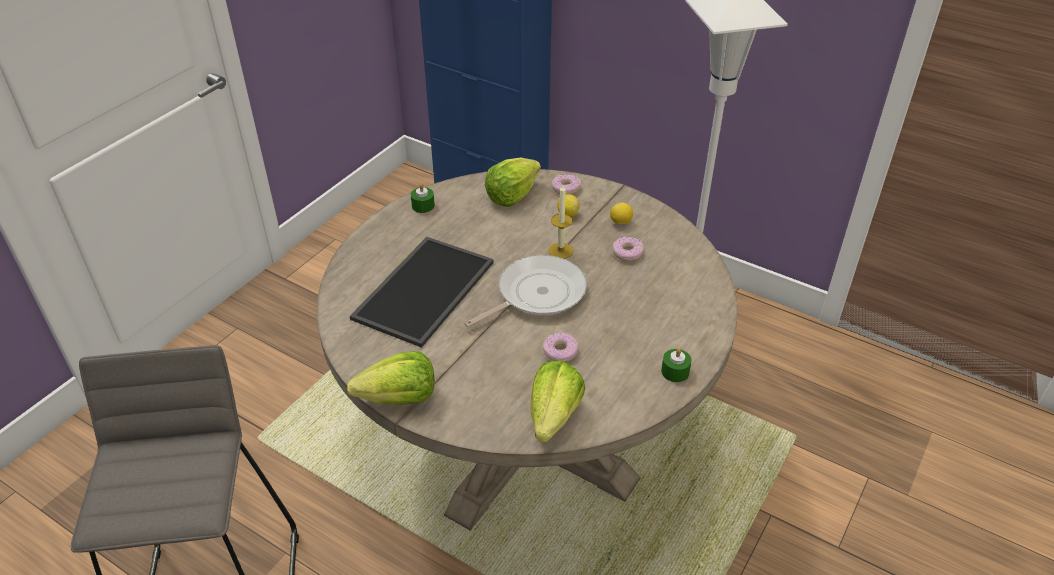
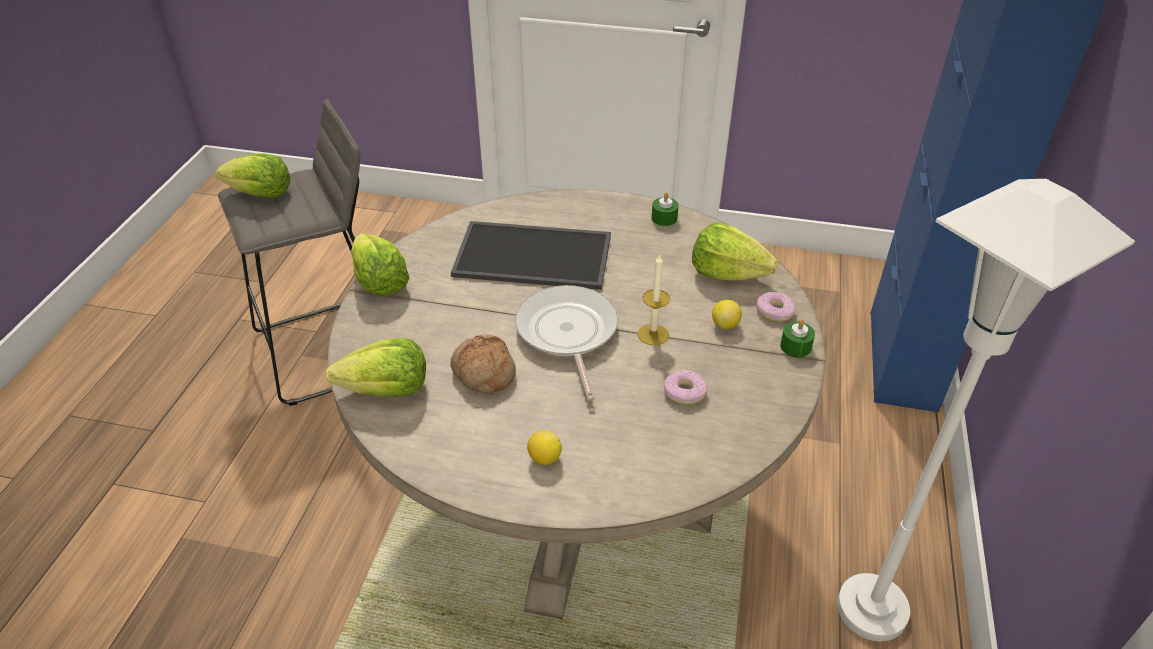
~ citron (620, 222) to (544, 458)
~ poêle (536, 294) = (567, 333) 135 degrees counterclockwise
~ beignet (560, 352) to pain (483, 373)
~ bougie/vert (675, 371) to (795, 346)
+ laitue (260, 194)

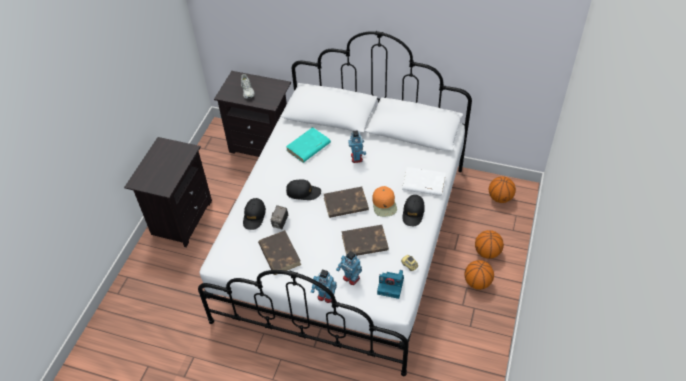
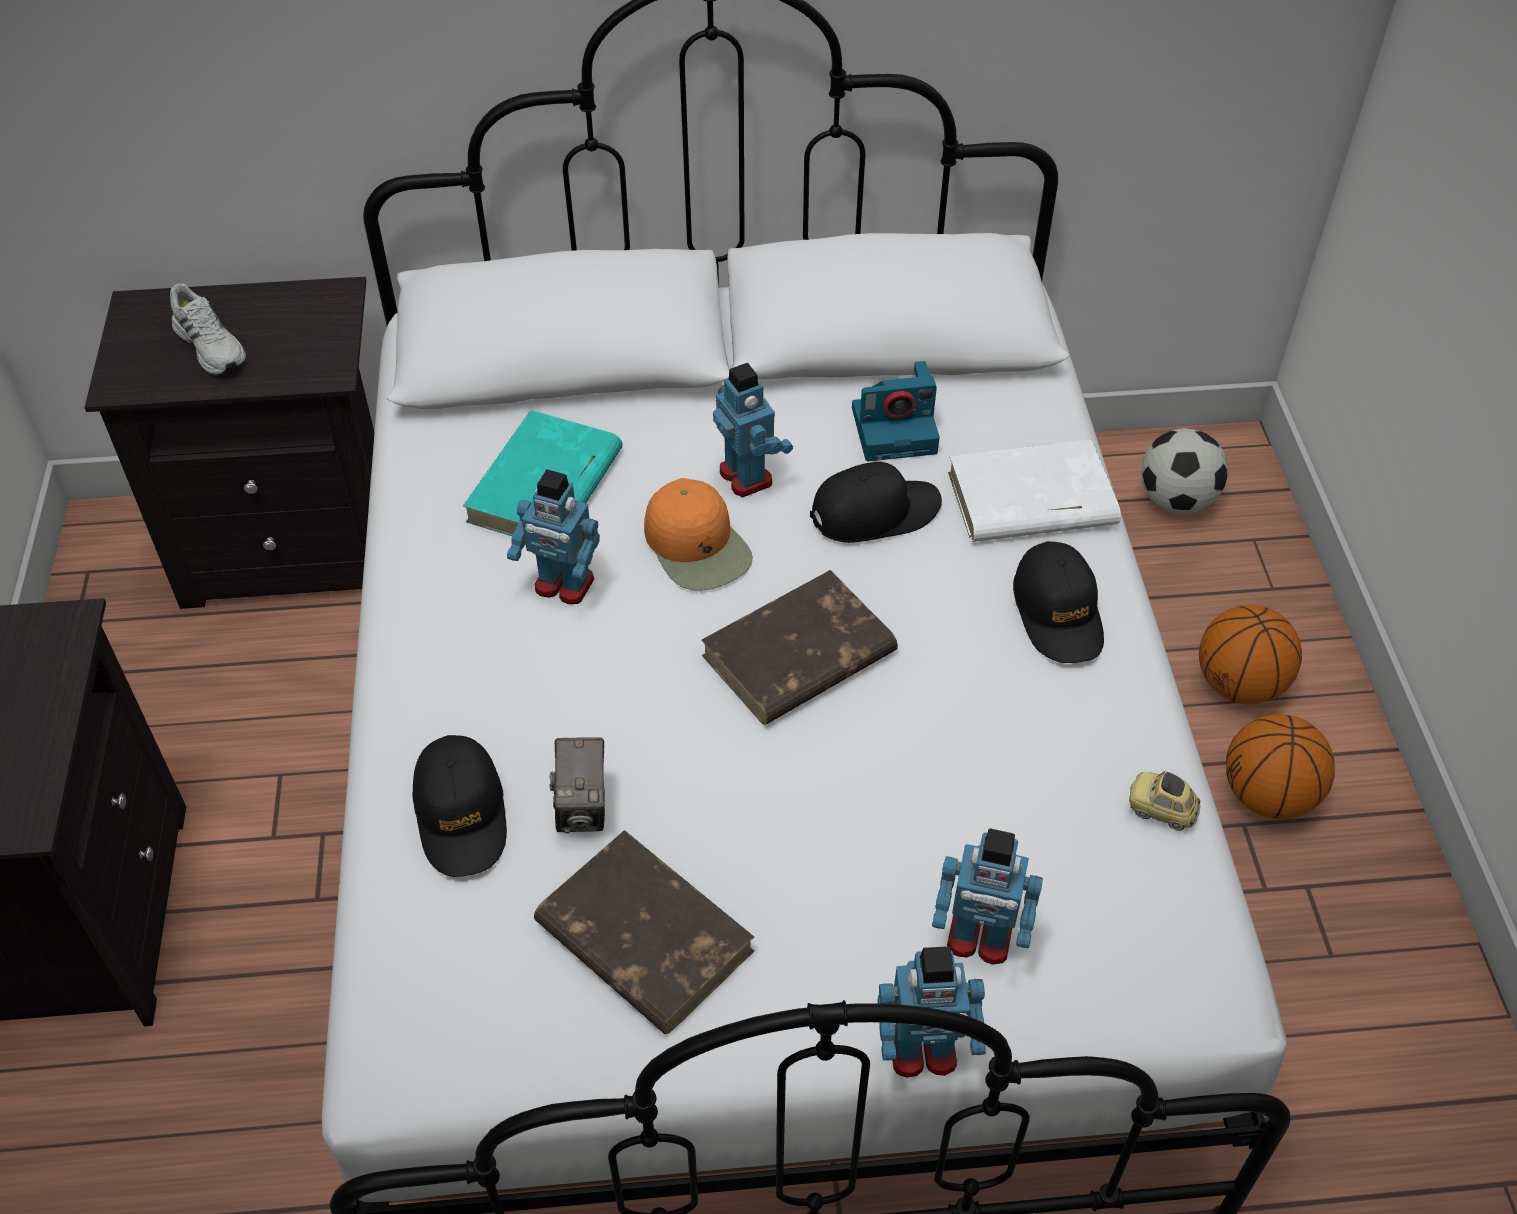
~ ballon de basket (500, 198) to ballon de foot (1176, 500)
~ casquette/noir (303, 192) to (875, 512)
~ casquette/orange (384, 204) to (698, 546)
- livre/marron (364, 243)
~ appareil photo (391, 286) to (896, 429)
+ robot jouet (563, 585)

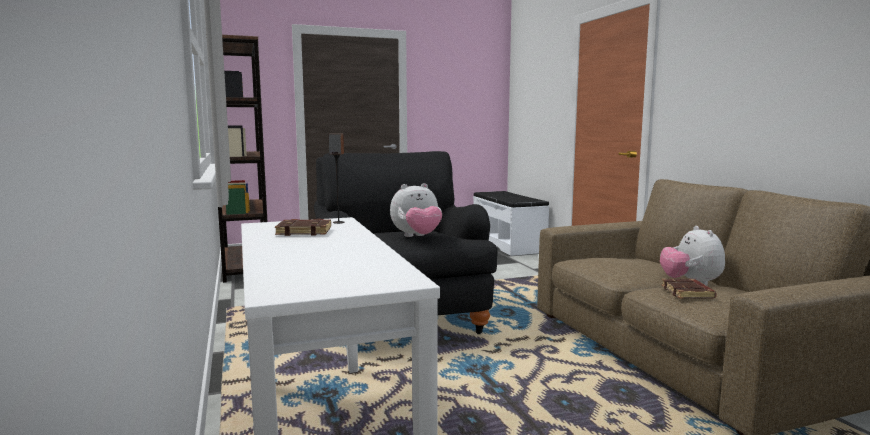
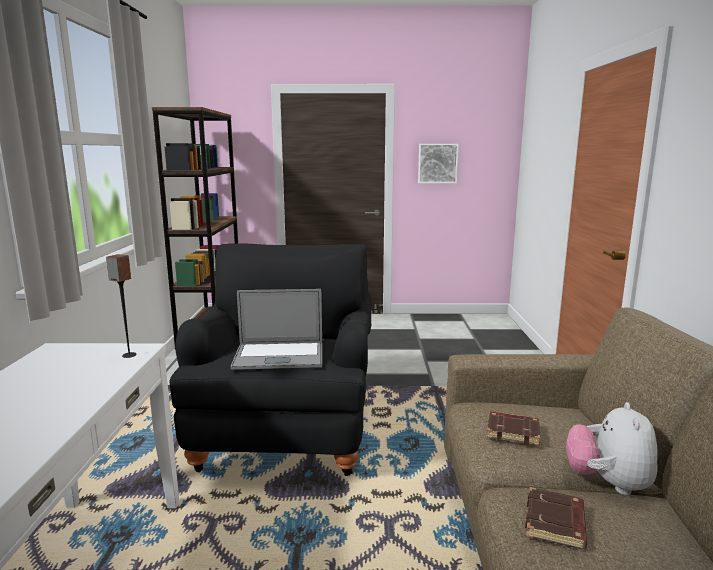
~ peluche (417, 237) to ordinateur portable (279, 356)
- banc/blanc (508, 244)
~ livre/marron (305, 232) to (513, 432)
+ tableau (437, 163)

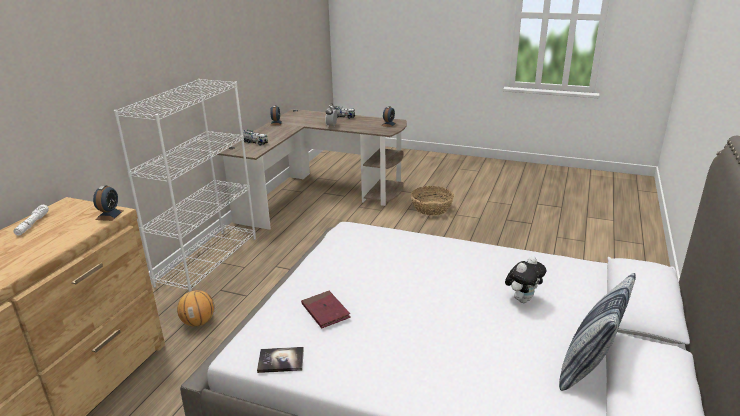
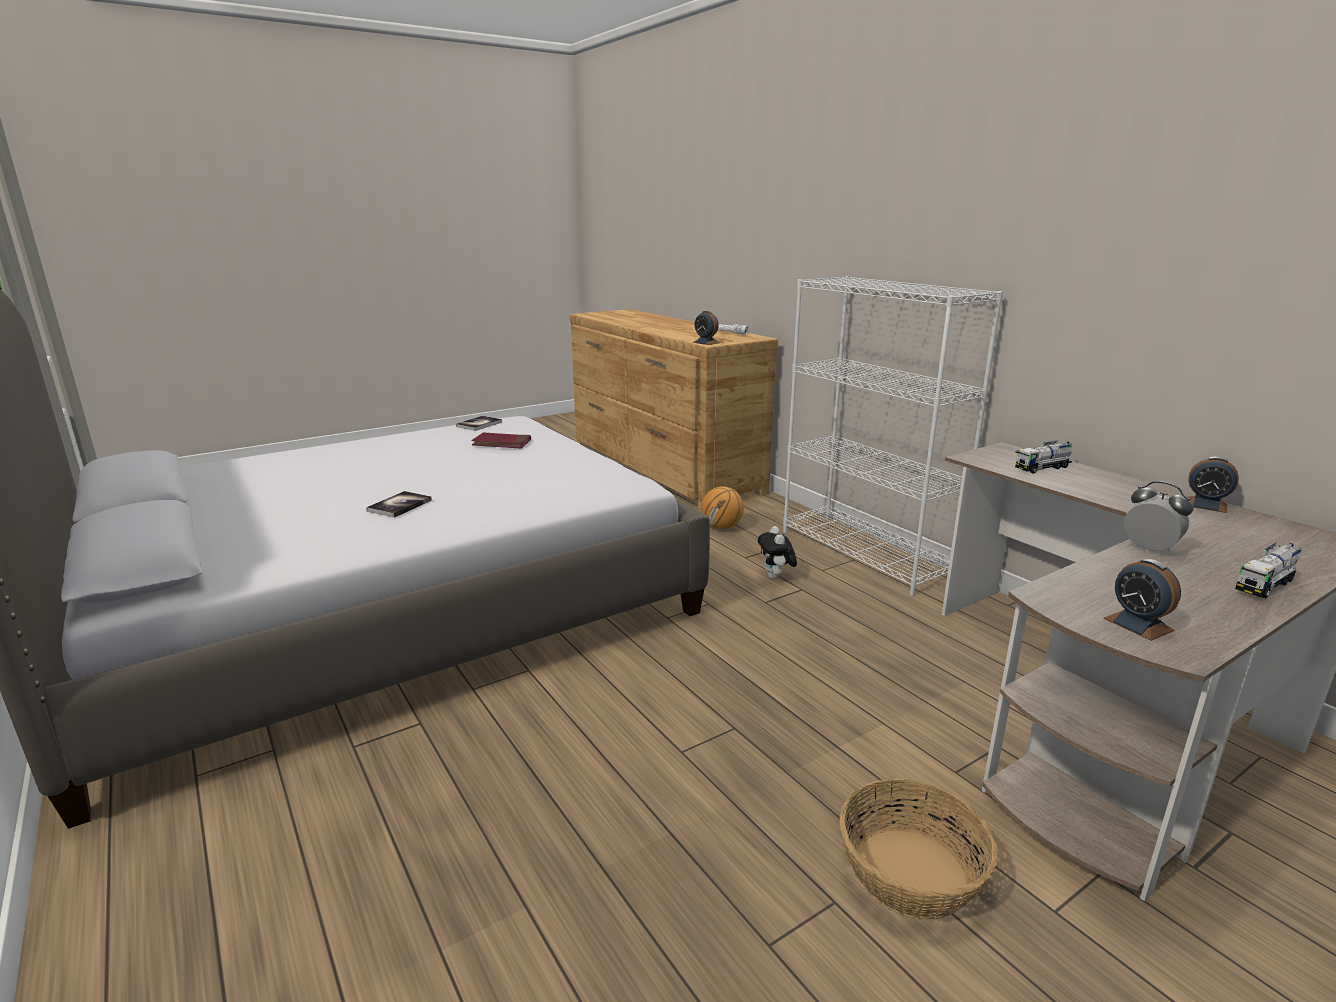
~ peluche (522, 299) to (776, 577)
- coussin (588, 367)
+ livre (399, 506)

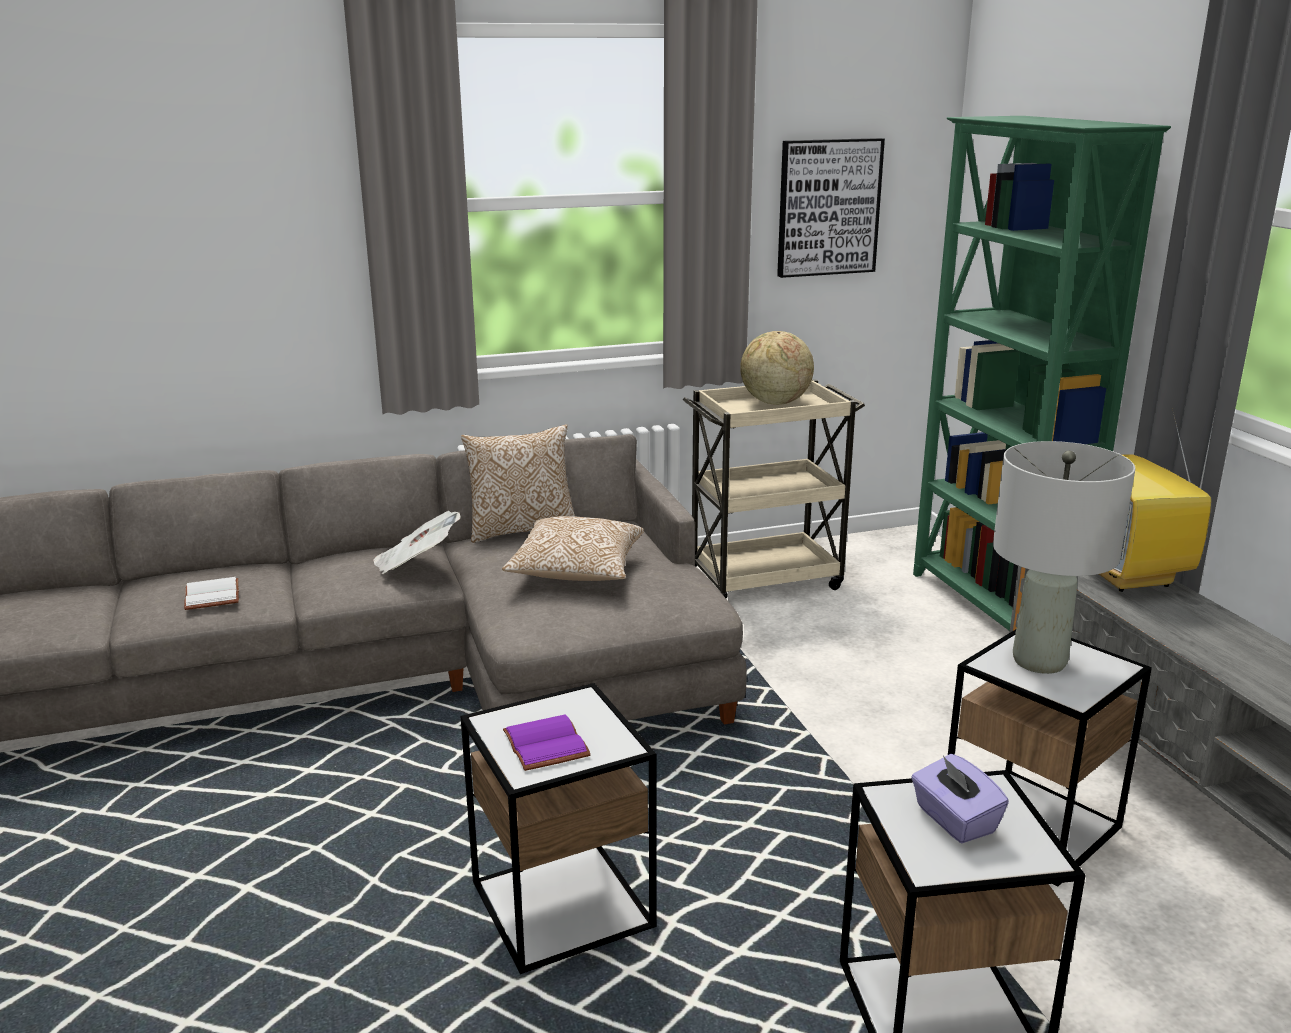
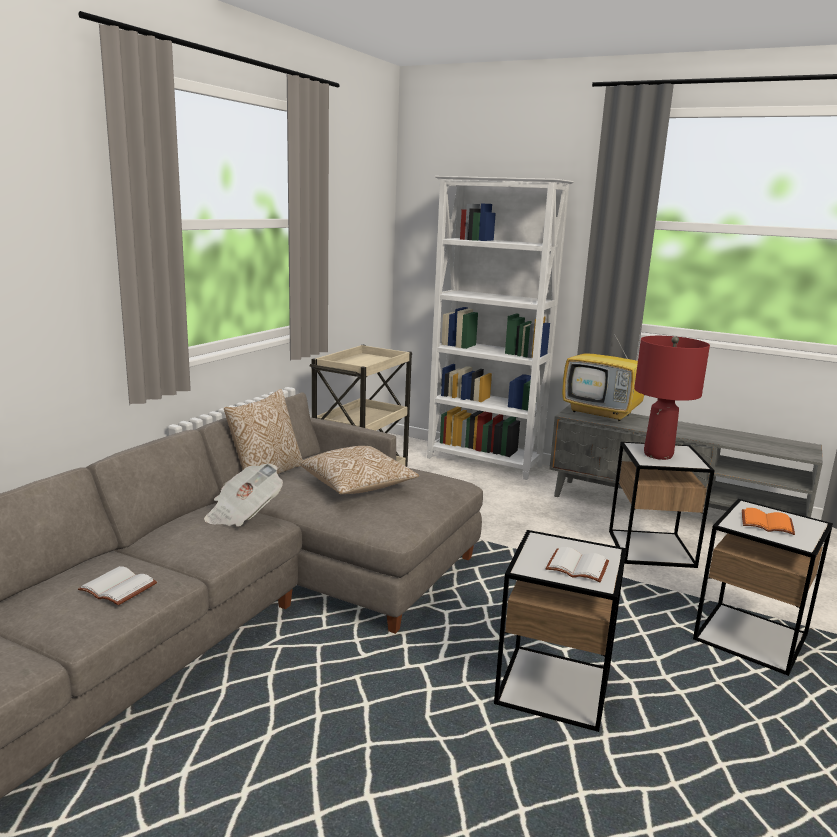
~ bibliothèque/vert (992, 606) to bibliothèque/blanc (484, 462)
- tableau (828, 207)
- globe (775, 403)
~ lampe de table/gris (1038, 661) to lampe de table/rouge (658, 455)
~ livre/violet (548, 745) to livre/blanc (578, 566)
~ boîte à mouchoirs/violet (954, 820) to livre/orange (767, 523)

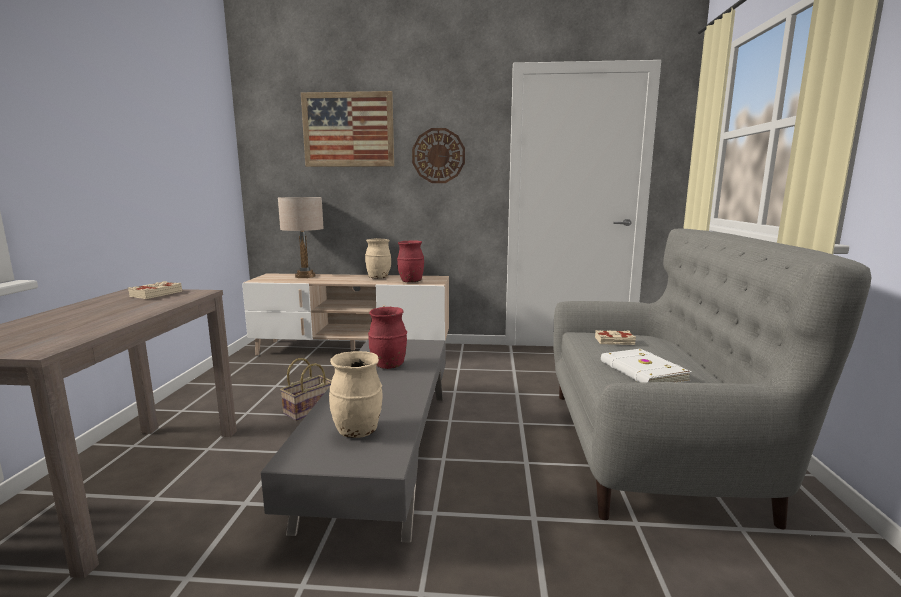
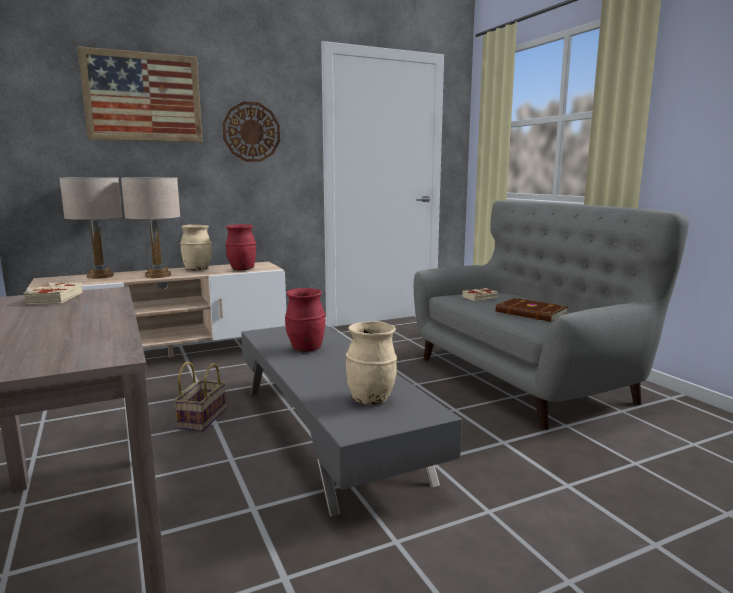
~ livre/blanc (642, 371) to livre/marron (531, 313)
+ lampe de table/beige (158, 275)

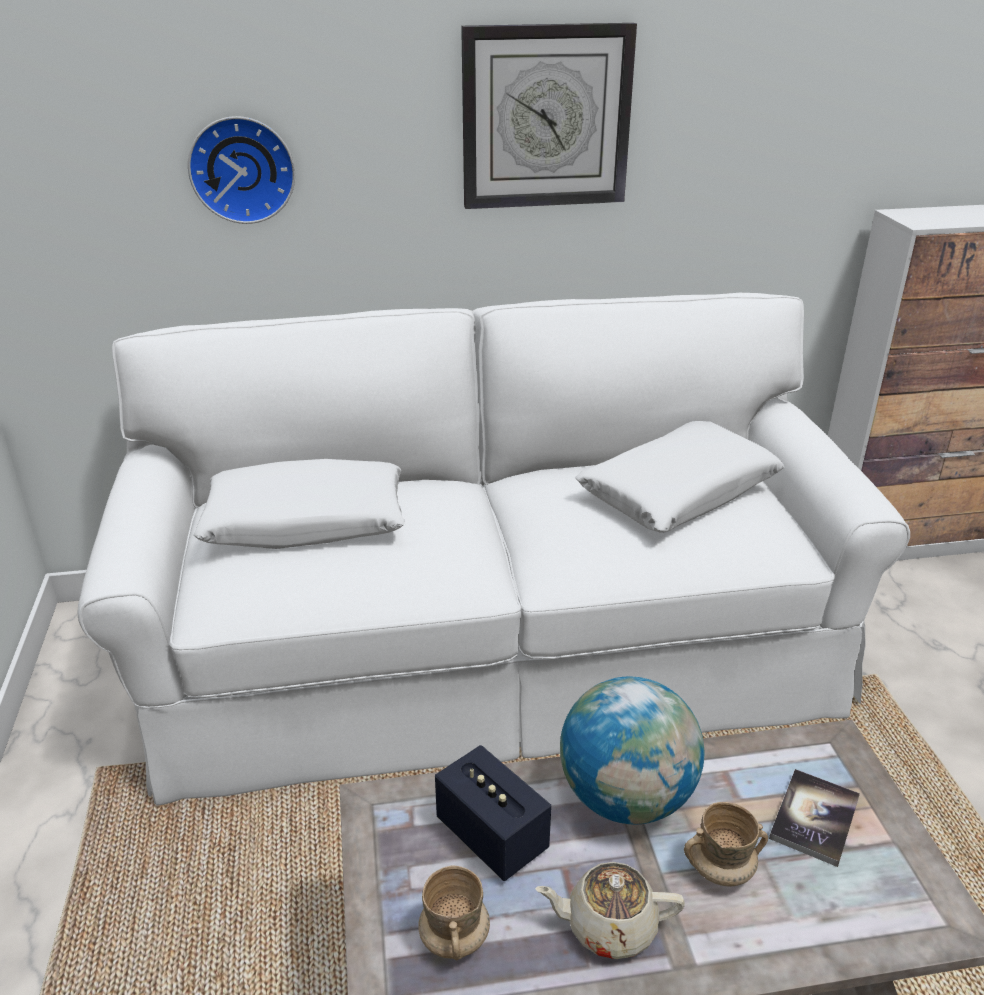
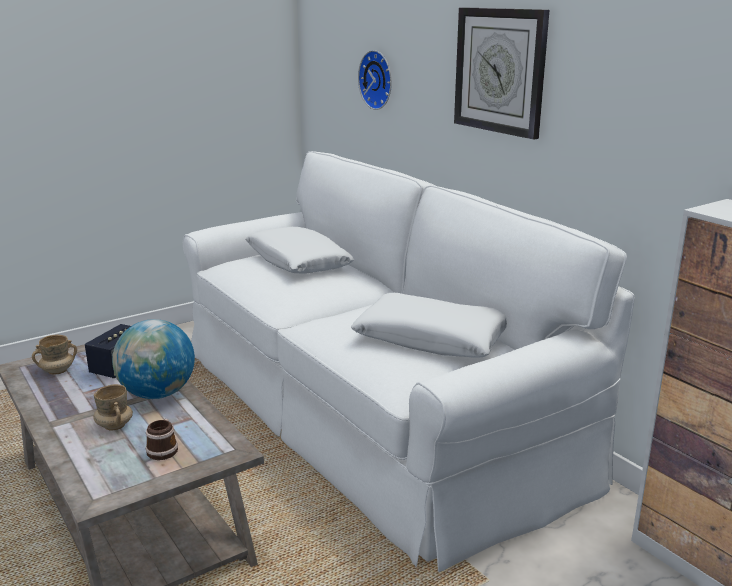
~ livre (814, 818) to mug (164, 449)
- théière/beige (609, 926)

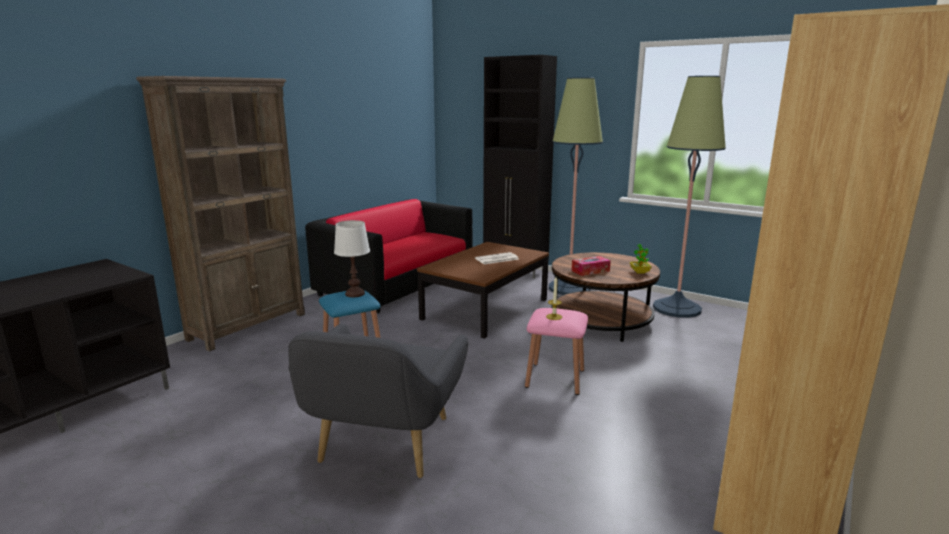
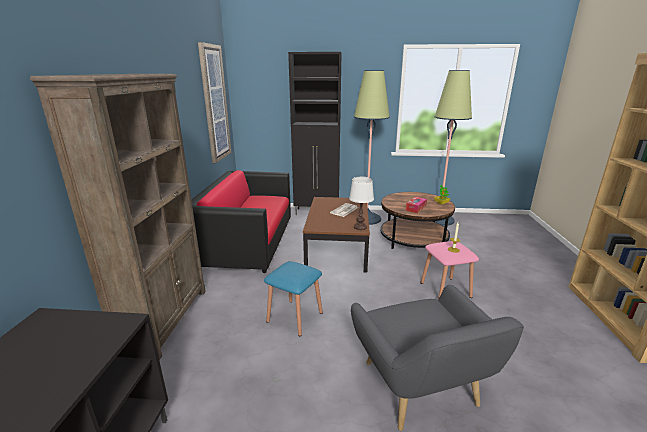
~ lampe de table/blanc (355, 294) to (360, 227)
+ tableau (214, 104)

